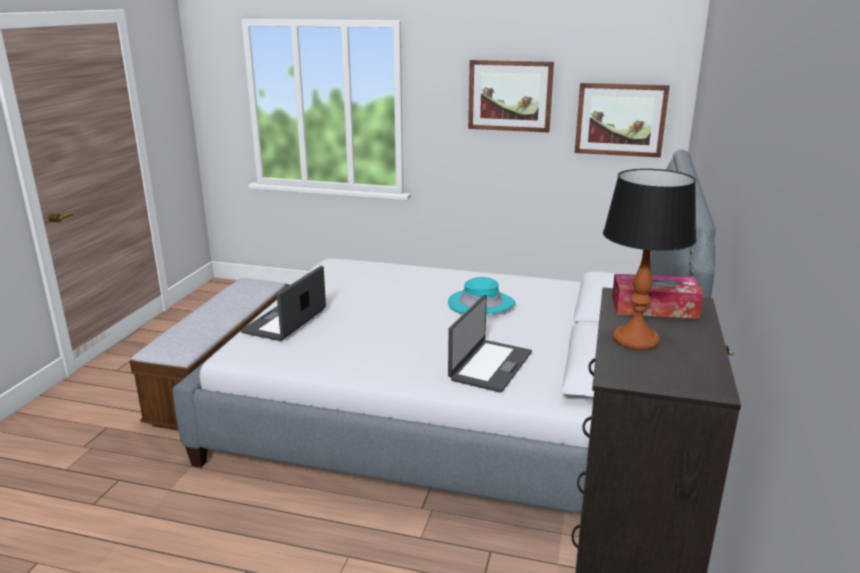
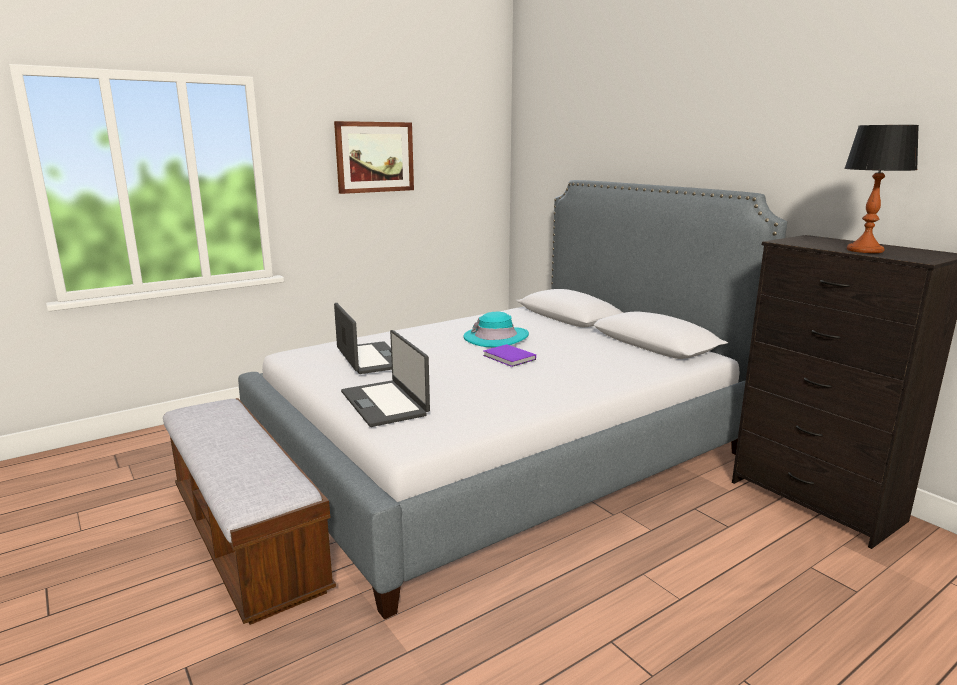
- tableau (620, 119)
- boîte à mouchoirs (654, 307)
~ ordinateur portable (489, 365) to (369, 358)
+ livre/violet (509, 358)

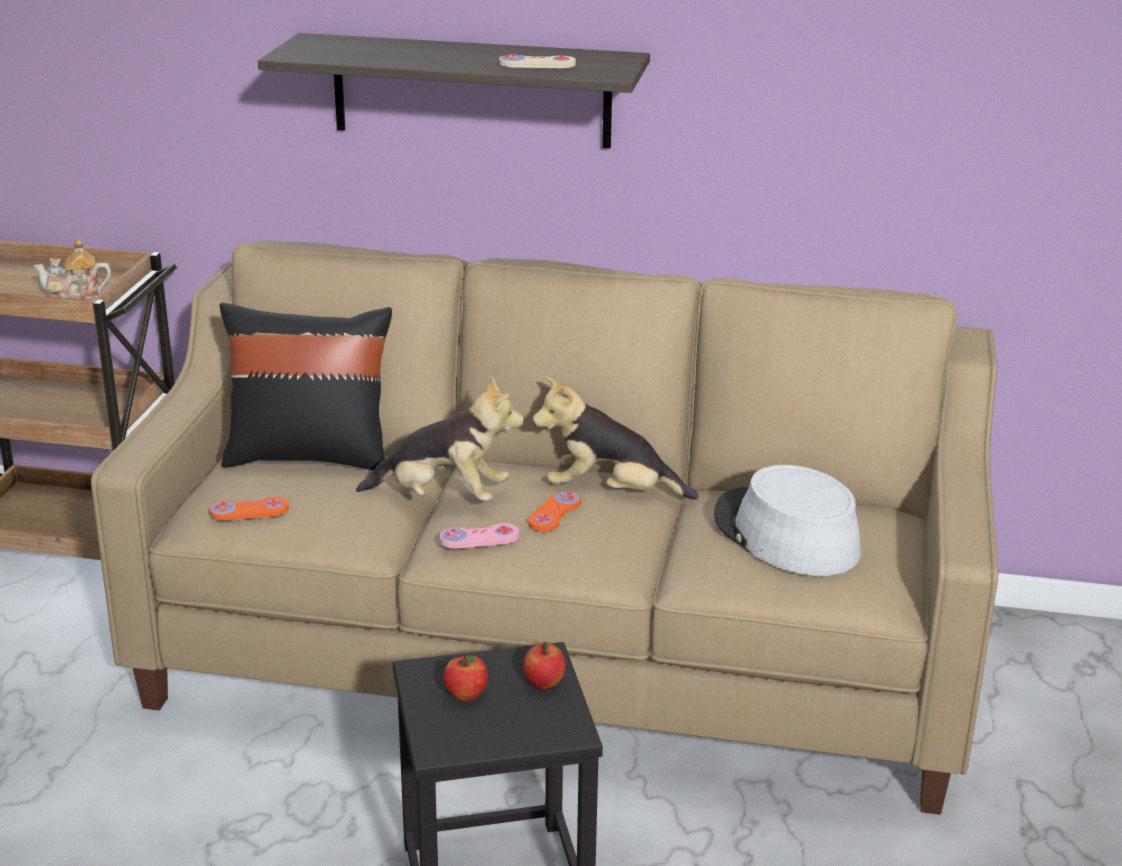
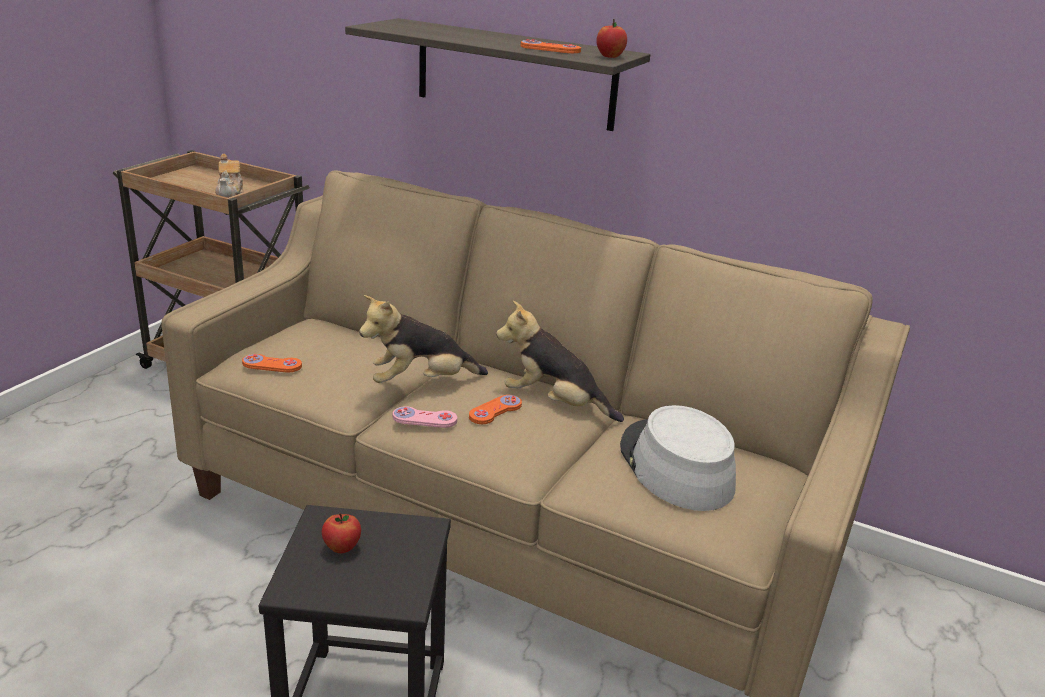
~ manette/beige (537, 64) to manette/orange (550, 49)
~ théière (75, 296) = (230, 196) 105 degrees counterclockwise
- coussin/noir (310, 456)
~ peluche (443, 498) = (421, 382) 135 degrees clockwise
~ pomme (544, 683) to (610, 56)

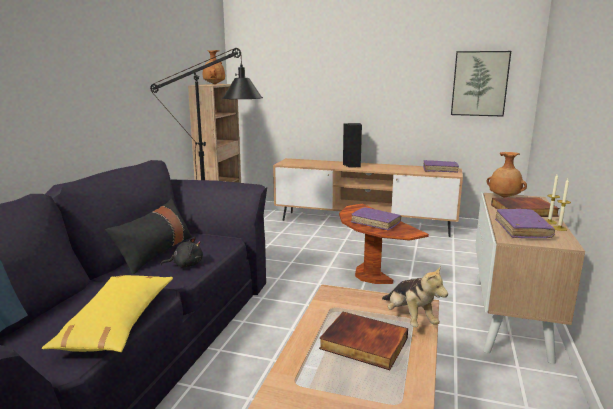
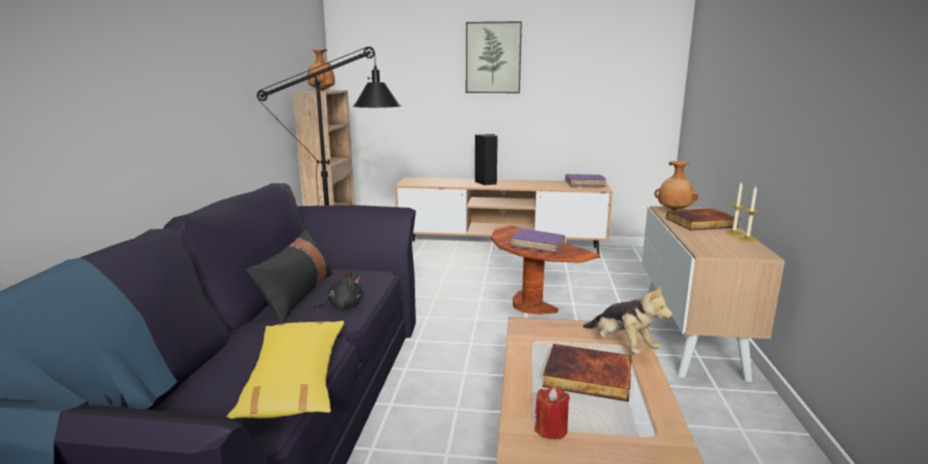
~ tableau (479, 83) to (493, 58)
- livre/violet (522, 229)
+ bougie/rouge (551, 429)

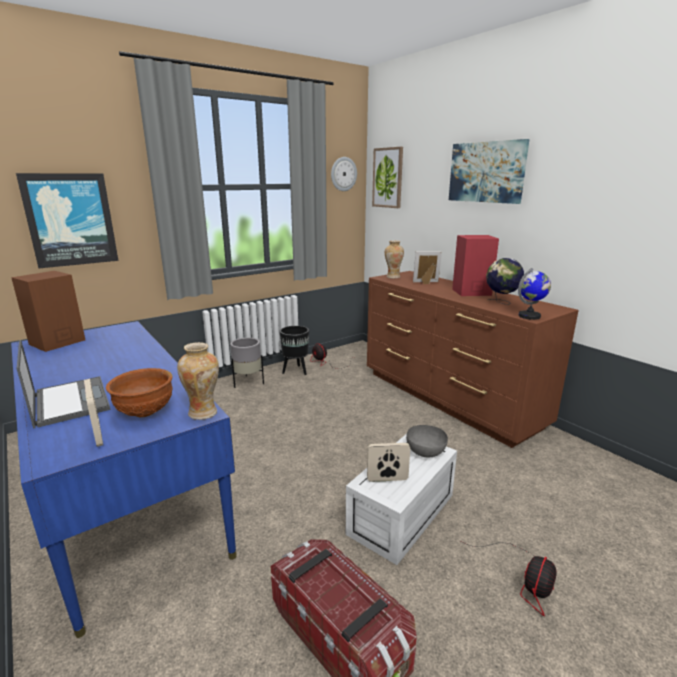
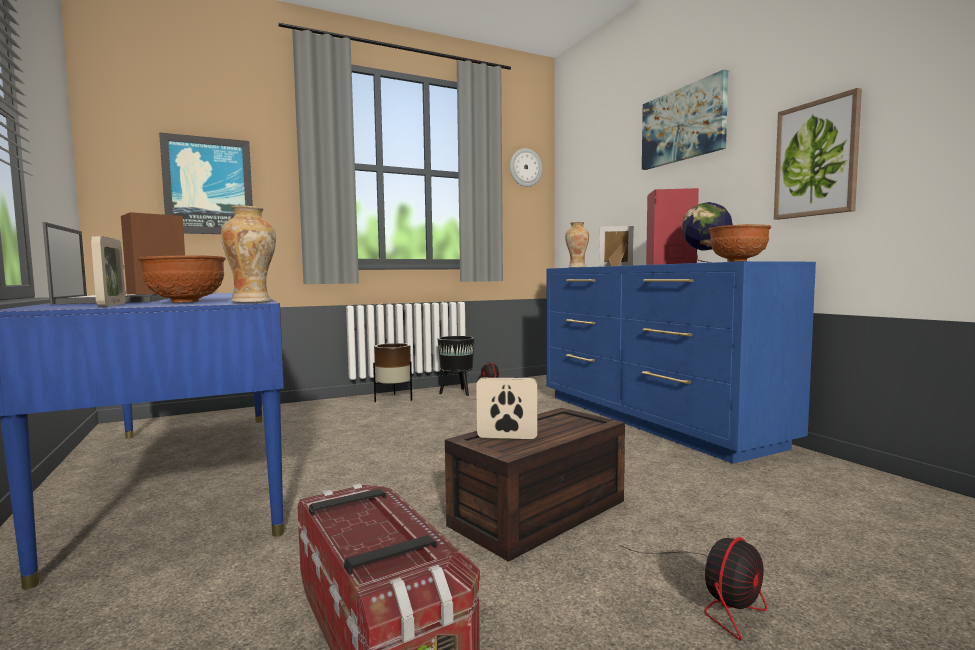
~ tableau (388, 178) to (816, 159)
~ globe (529, 316) to bol/marron (738, 261)
~ commode/marron (449, 398) to commode/bleu (651, 419)
~ cache-pot/gris (248, 382) to cache-pot/marron (394, 398)
- bol/gris (425, 450)
~ boîte de rangement/blanc (402, 516) to boîte de rangement/marron (539, 514)

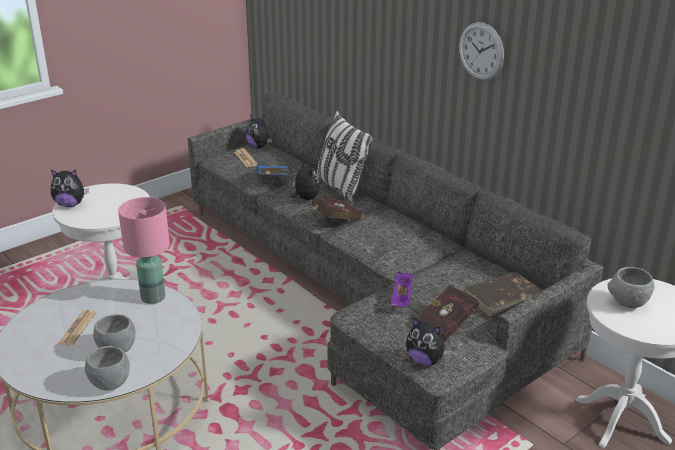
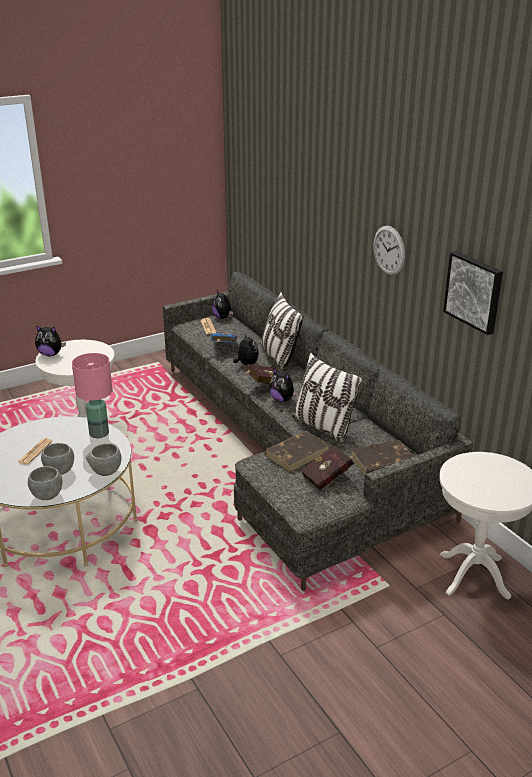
~ bol/gris (627, 304) to (106, 472)
~ plateau/violet (402, 298) to livre/marron (297, 453)
~ peluche (425, 360) to (282, 399)
+ tableau (474, 291)
+ coussin (323, 428)

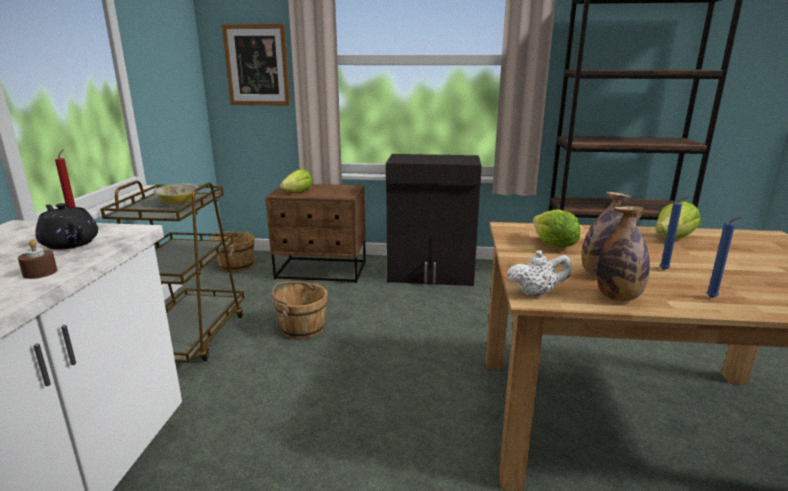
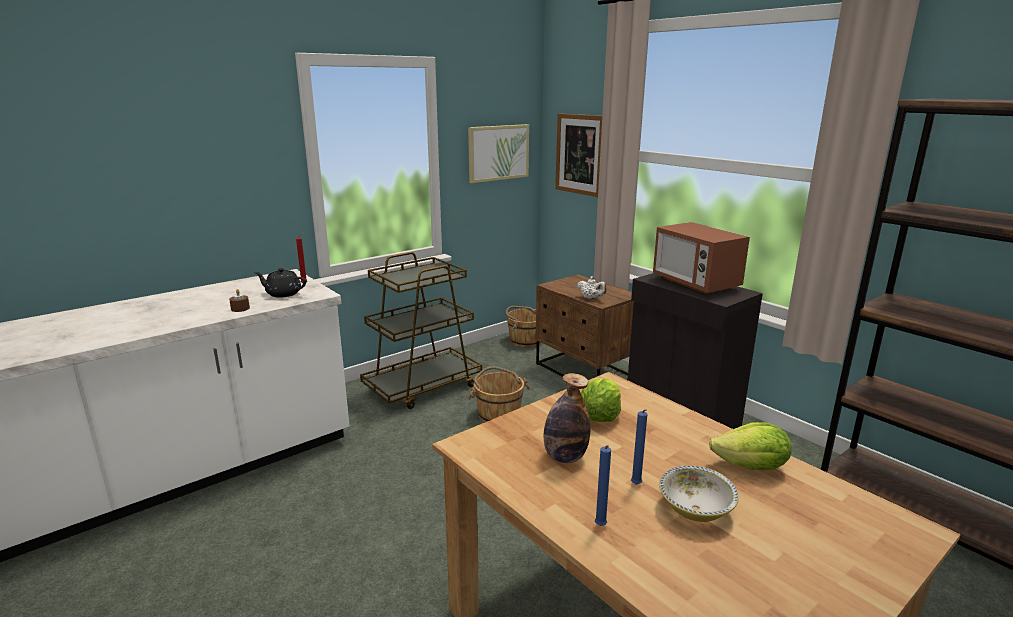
- laitue (298, 192)
~ bol (178, 203) to (695, 510)
~ théière/noir (69, 243) = (283, 294) 75 degrees counterclockwise
- bouteille (618, 297)
~ théière/blanc (536, 293) to (591, 298)
+ tableau (498, 152)
+ micro-ondes (695, 283)

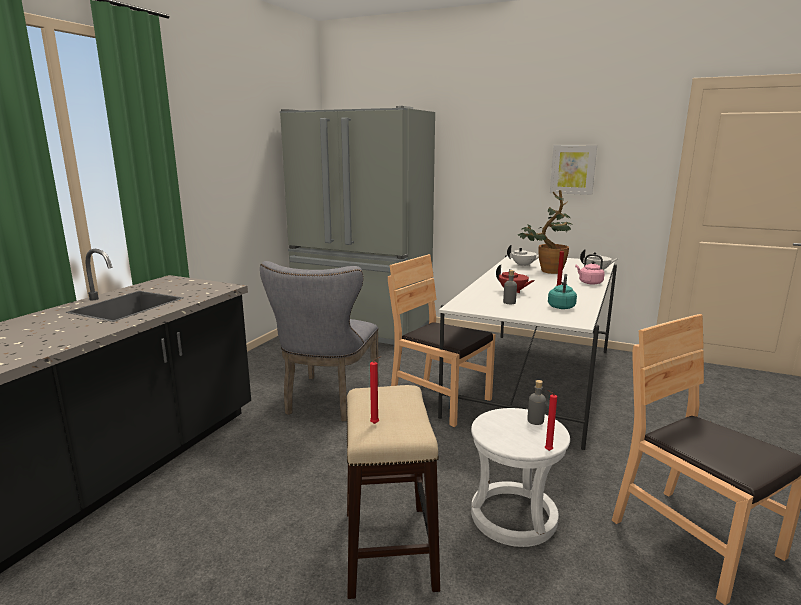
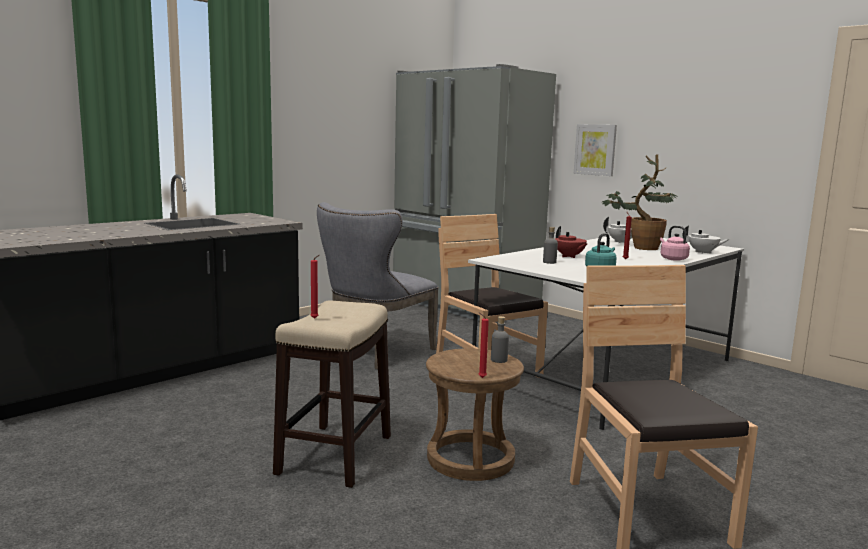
~ tableau (573, 169) to (595, 149)
~ tabouret/blanc (513, 517) to tabouret/marron (470, 459)

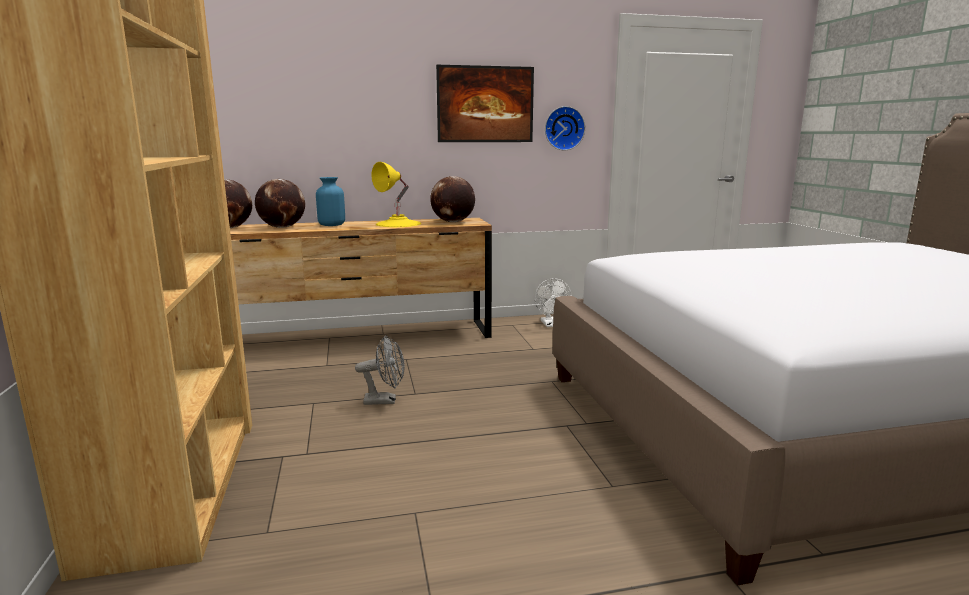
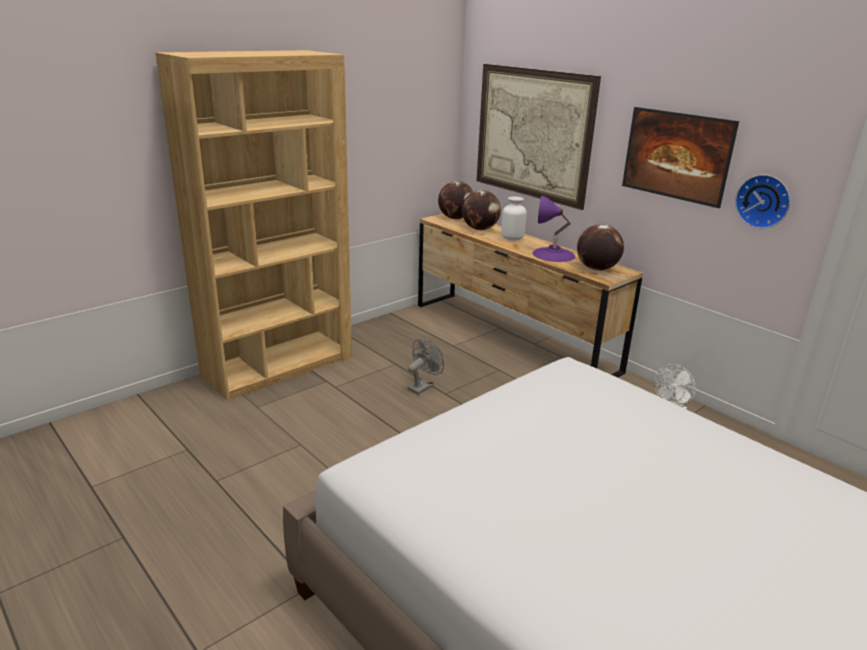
~ lampe de table/jaune (398, 224) to lampe de table/violet (553, 254)
~ vase/bleu (332, 225) to vase/blanc (512, 238)
~ ventilateur/gris (385, 400) = (423, 386) 105 degrees counterclockwise
+ tableau (532, 134)

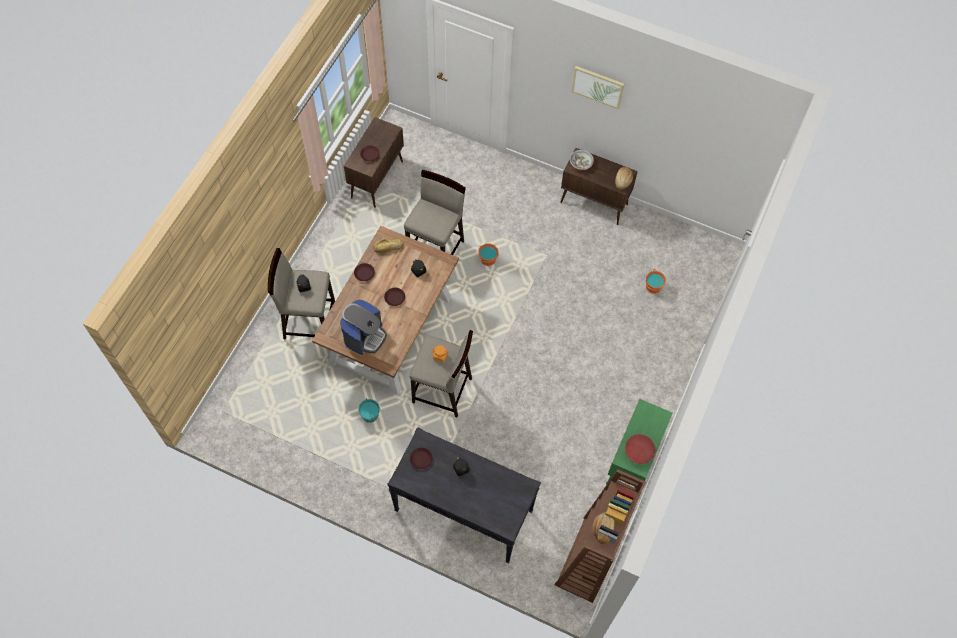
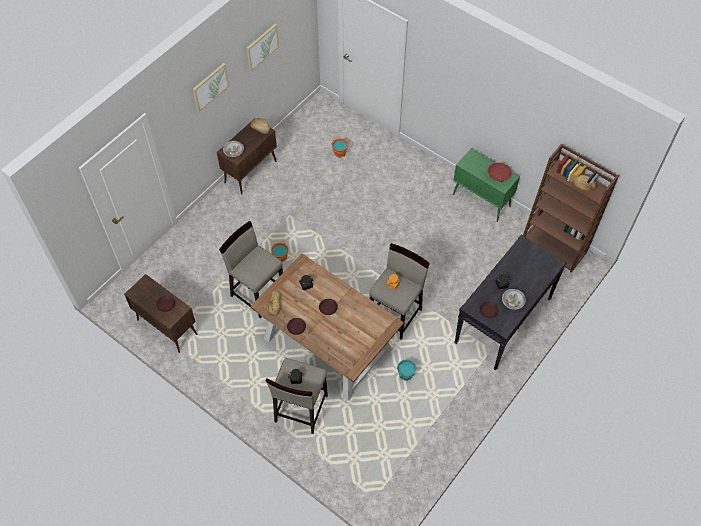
- machine à café (365, 336)
+ tableau (262, 46)
+ bol (513, 302)

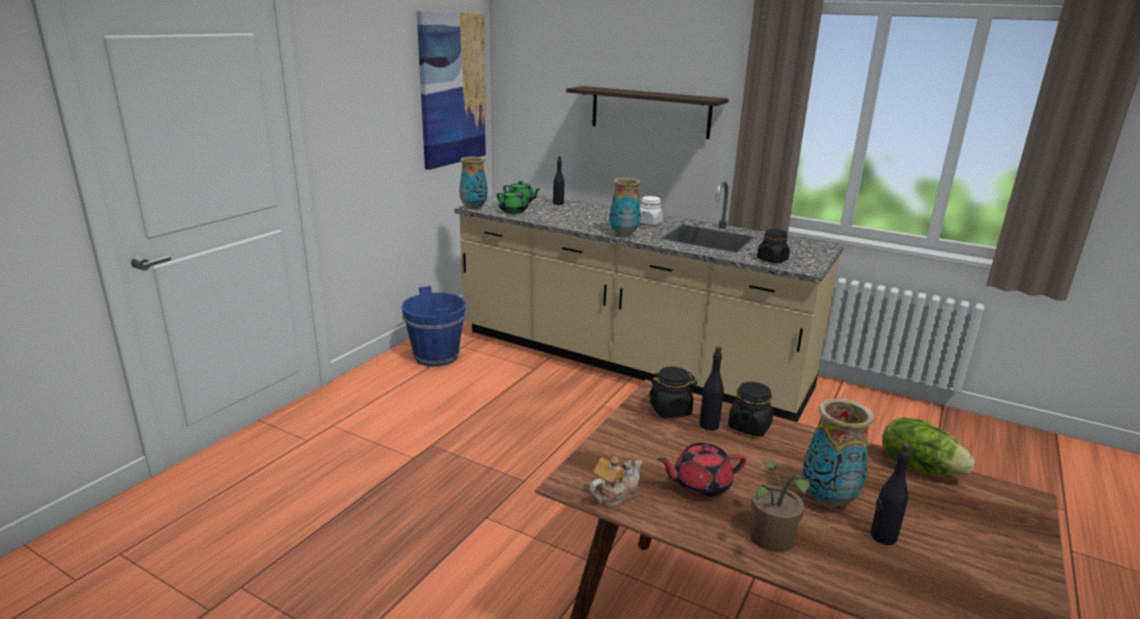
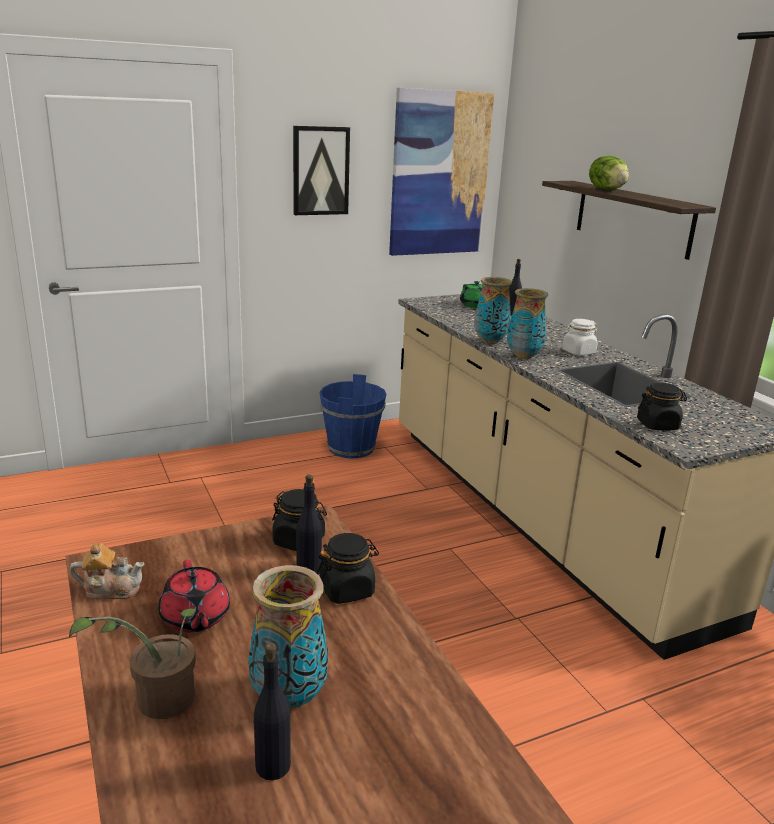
~ vase (474, 207) to (490, 341)
- théière/vert (513, 211)
~ laitue (918, 467) to (607, 190)
~ théière/rouge (700, 485) = (195, 618) 135 degrees counterclockwise
+ tableau (320, 171)

